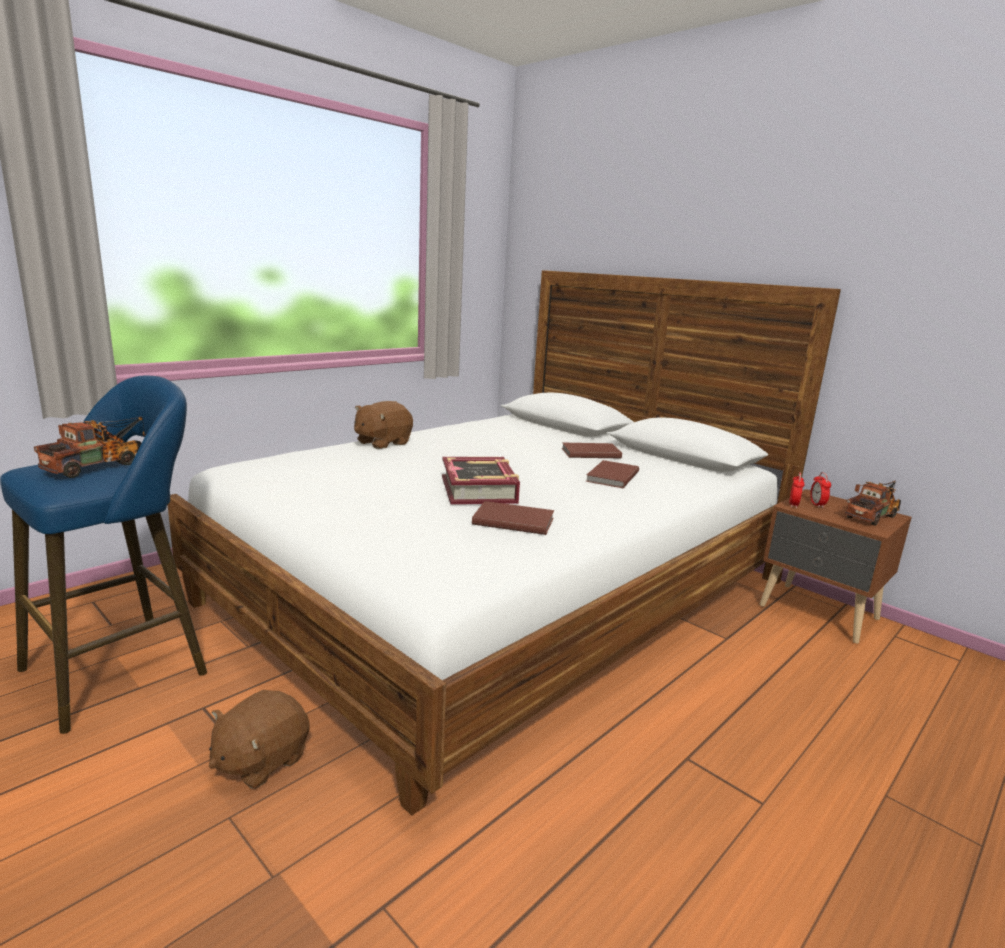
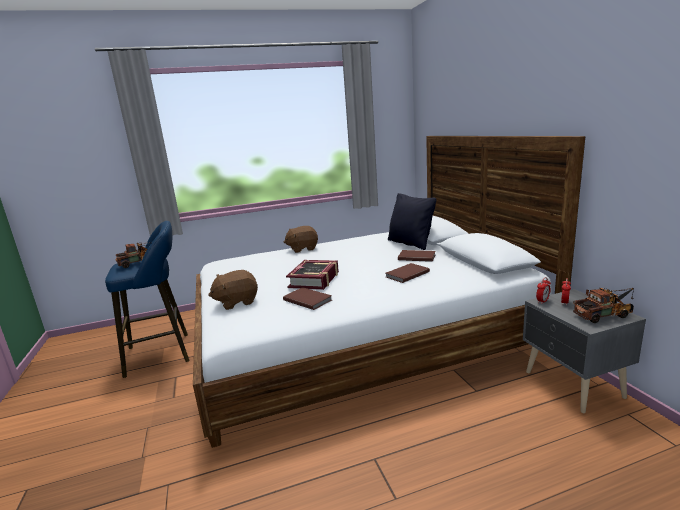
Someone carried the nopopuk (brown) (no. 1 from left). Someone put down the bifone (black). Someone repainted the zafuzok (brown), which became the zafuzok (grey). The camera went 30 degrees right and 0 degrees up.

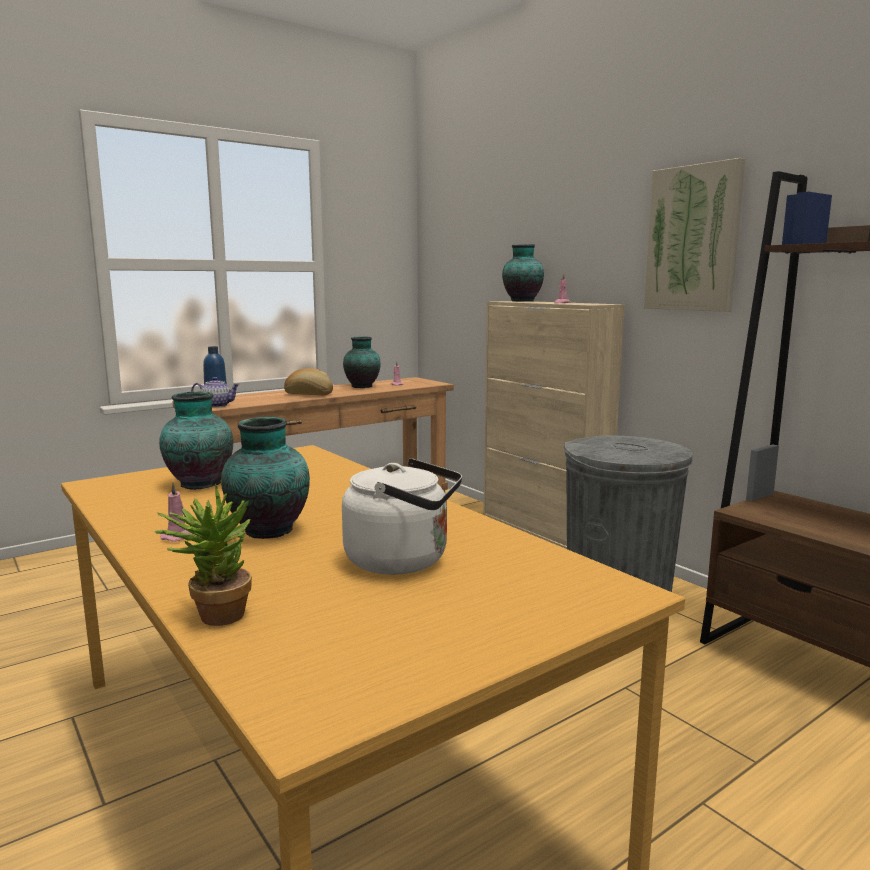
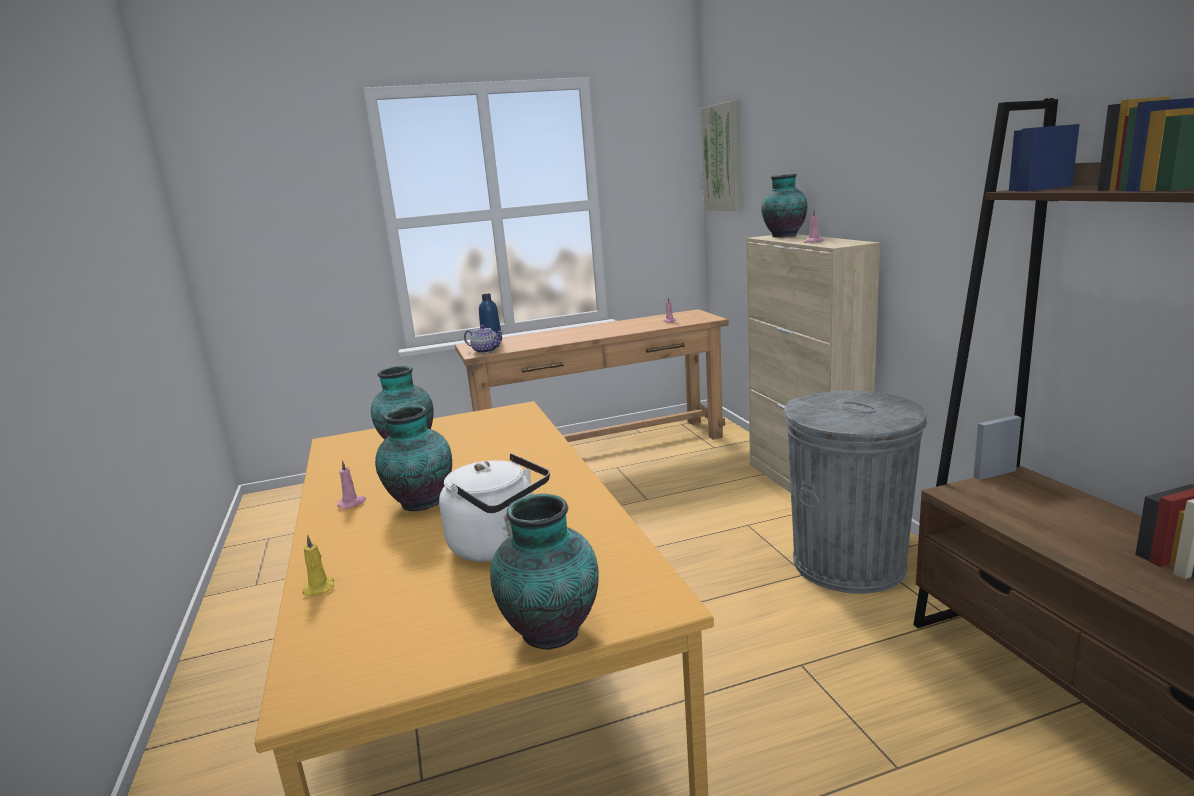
Someone swapped the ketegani for the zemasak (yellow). Someone carried the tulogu (no. 3 from left). Someone carried the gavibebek. Someone took away the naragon. The camera went 20 degrees right and 5 degrees up.

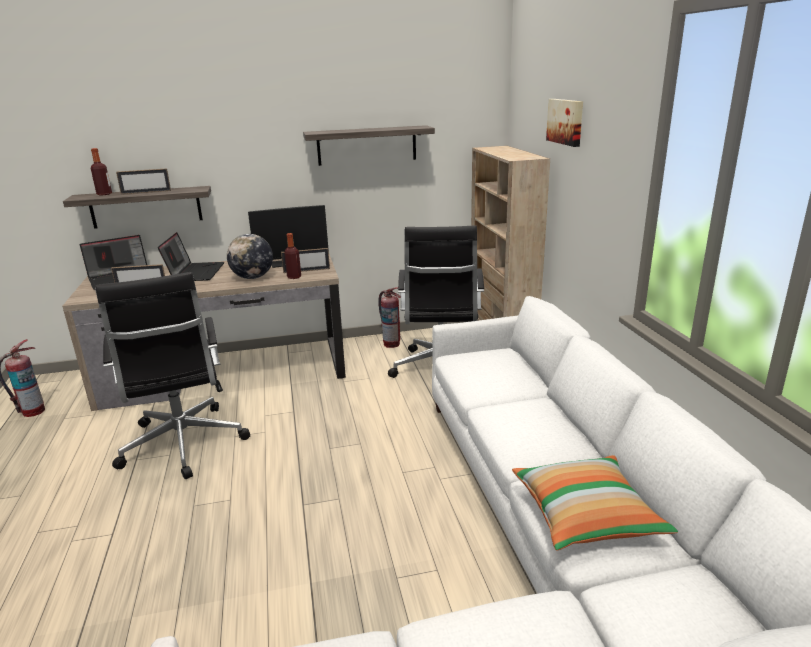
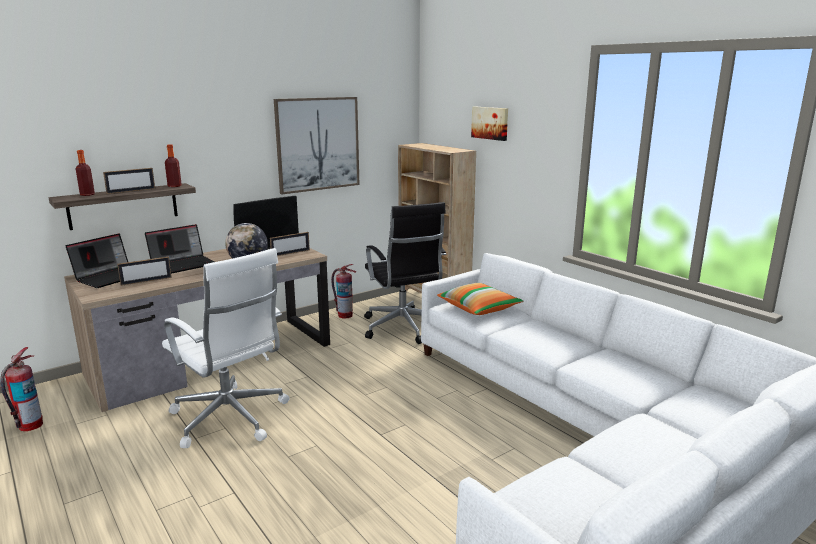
Someone rotated the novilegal (no. 2 from left) by 75 degrees clockwise. Someone repainted the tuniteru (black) (no. 1 from left), which became the tuniteru (white). Someone carried the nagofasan (no. 2 from left). Someone swapped the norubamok (no. 2 from left) for the gavibebek (no. 1 from left). Someone carried the bifone. The camera went 25 degrees left and 5 degrees down.

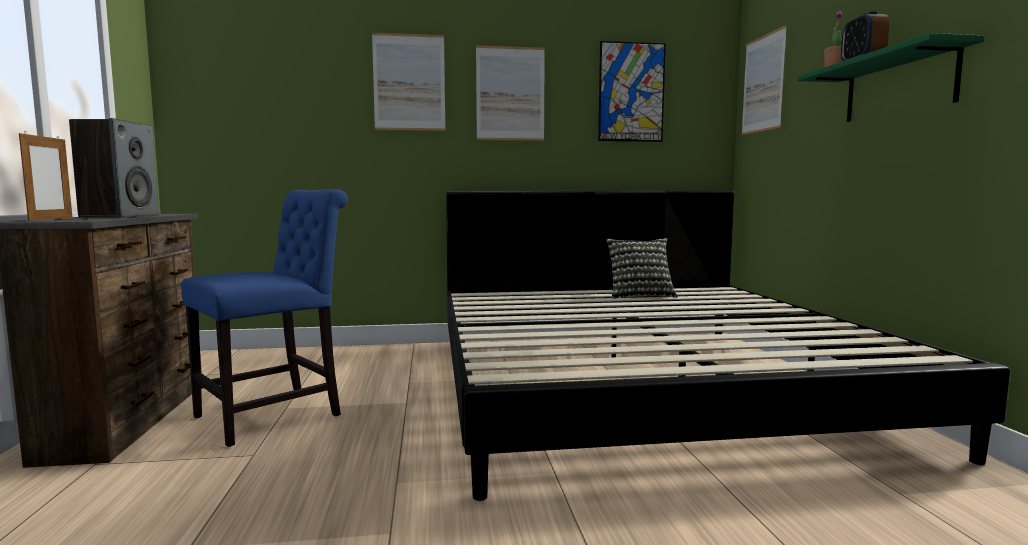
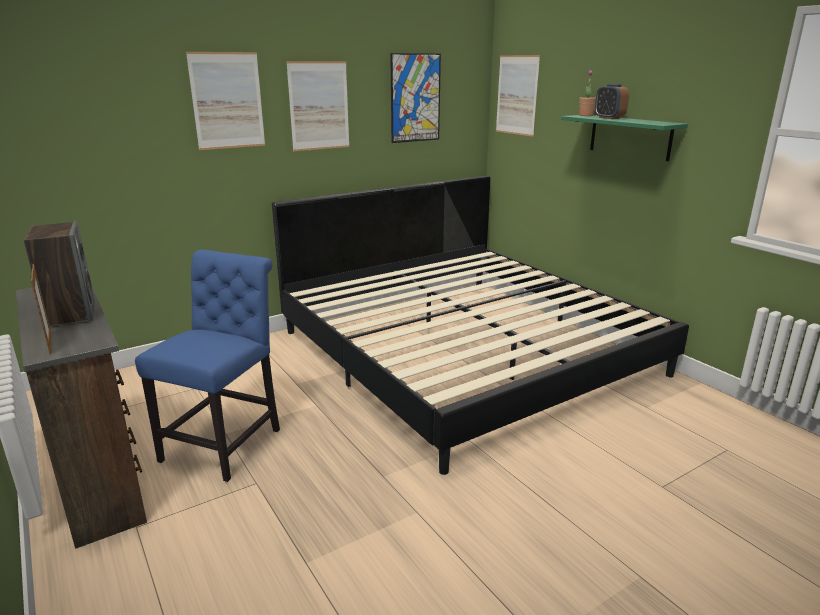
Someone took away the bifone. The camera went 25 degrees left and 15 degrees up.

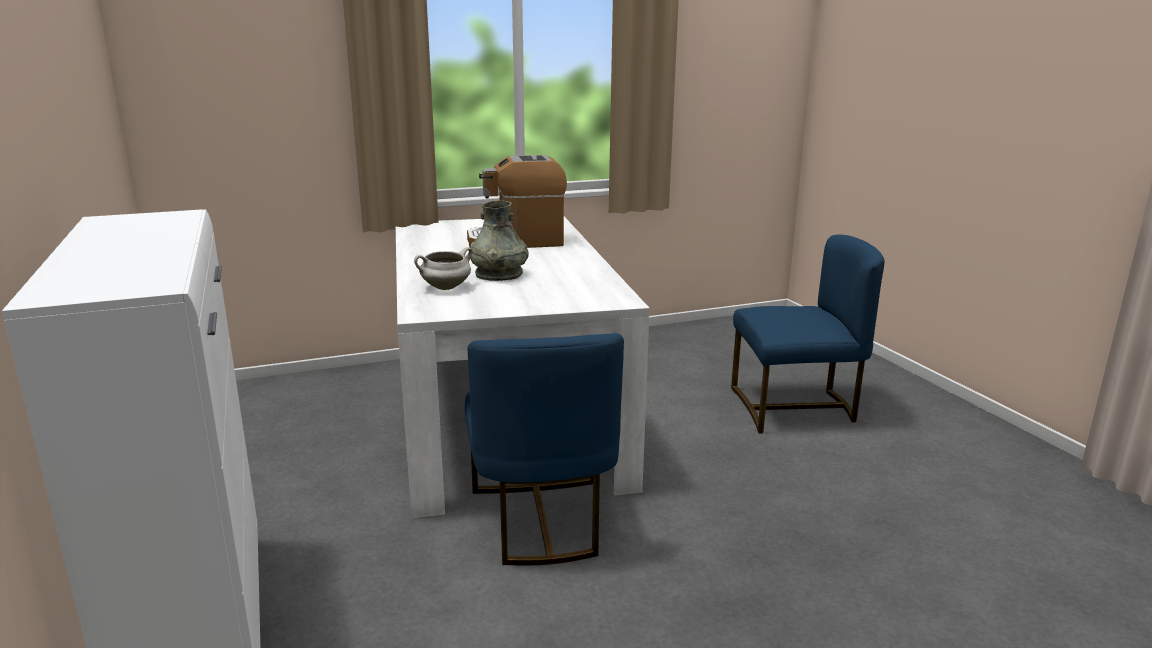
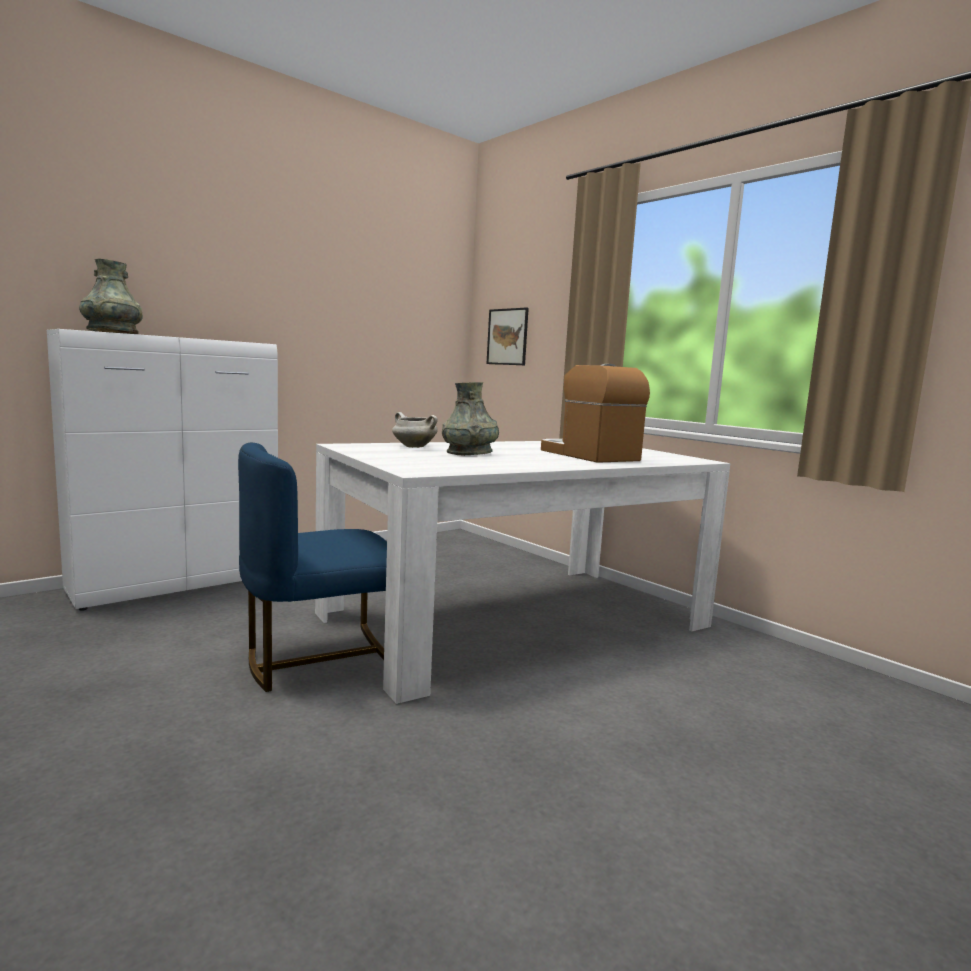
Someone put down the tulogu (grey) (no. 1 from left). Someone put up the gavibebek. Someone took away the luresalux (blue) (no. 2 from left). The camera went 70 degrees right and 10 degrees down.

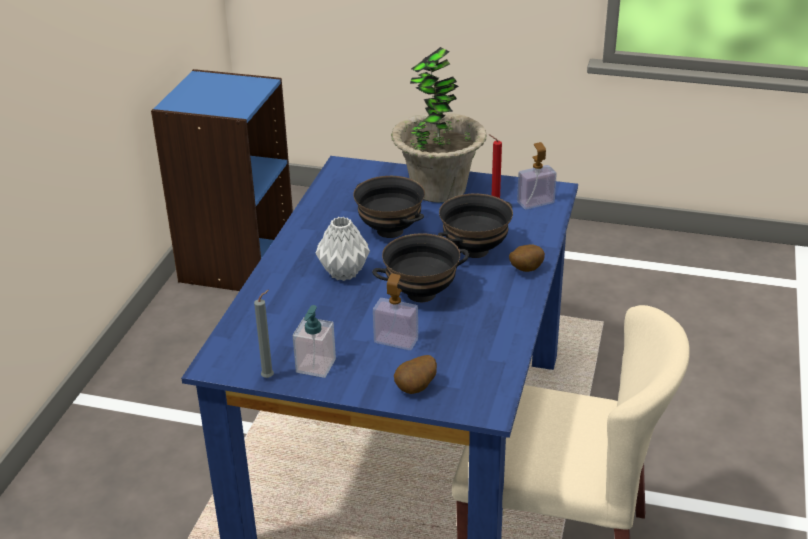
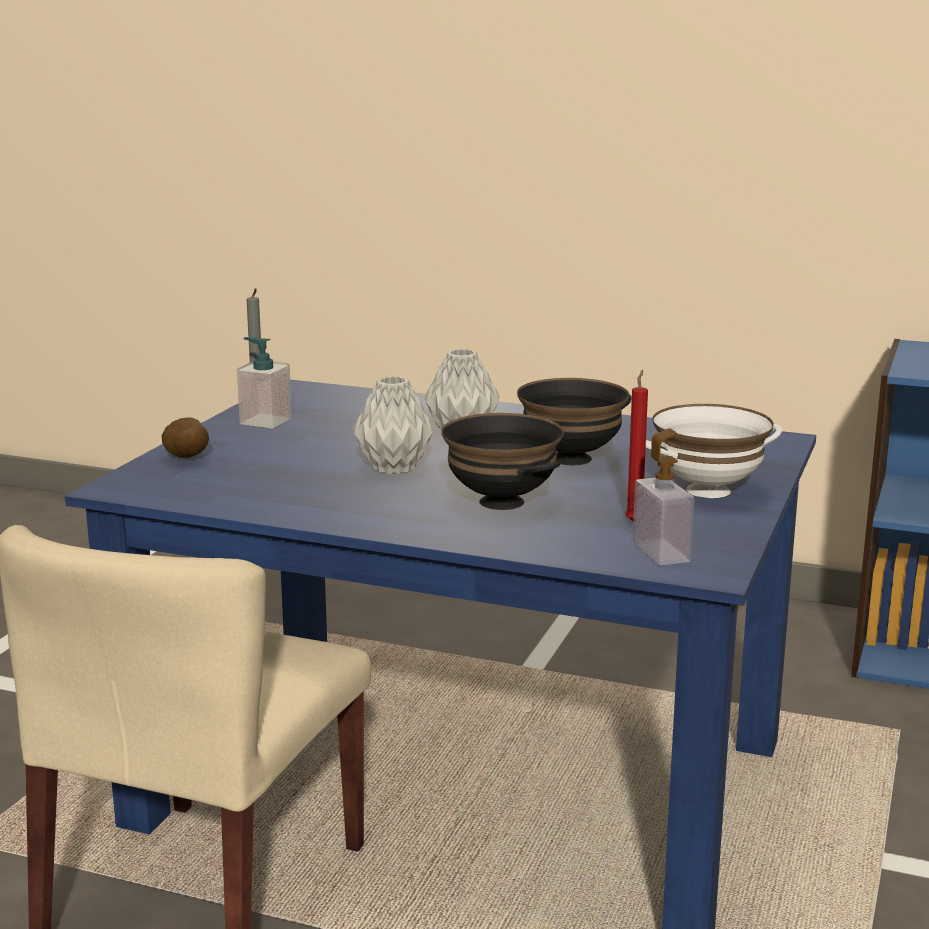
Someone swapped the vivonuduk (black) (no. 2 from left) for the tulogu (grey) (no. 1 from left). Someone swapped the ketegani for the vivonuduk (white). Someone took away the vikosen (no. 2 from left). Someone took away the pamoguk (no. 2 from left). The camera went 95 degrees right and 15 degrees down.

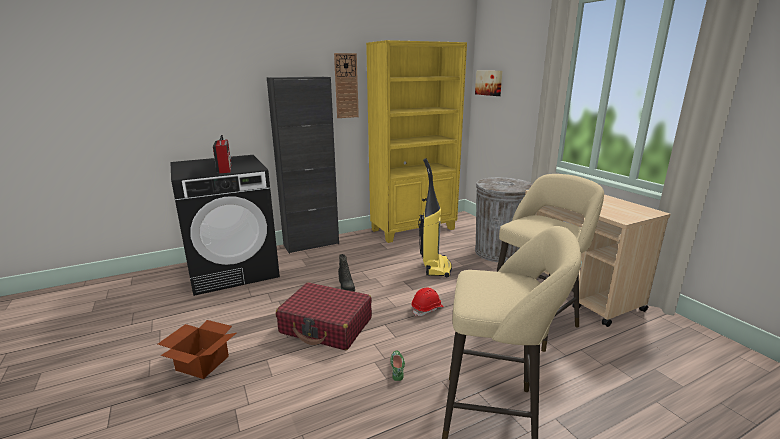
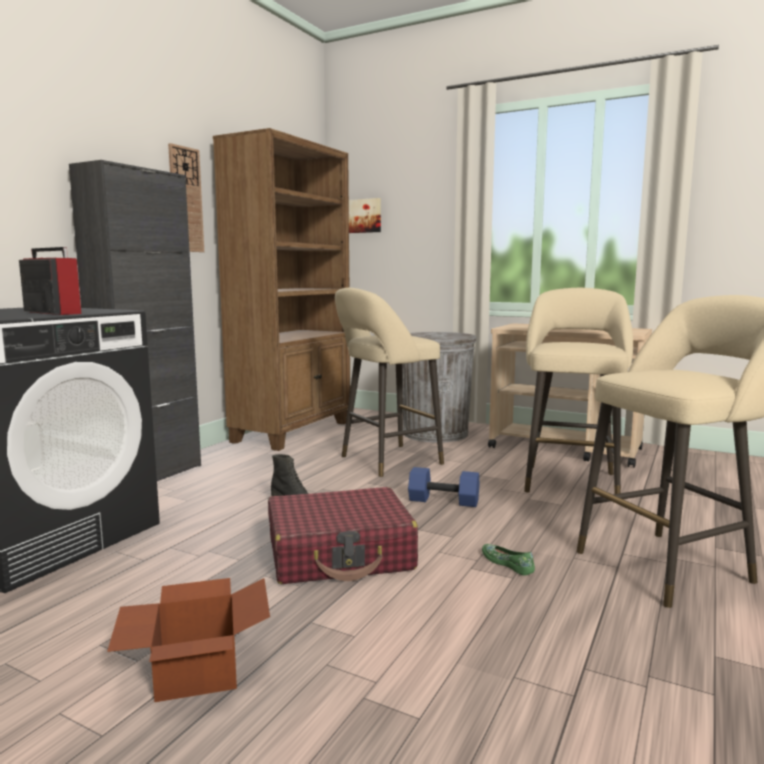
Someone repainted the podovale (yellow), which became the podovale (brown). Someone swapped the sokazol for the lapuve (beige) (no. 1 from left). Someone swapped the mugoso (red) for the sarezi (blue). The camera went 35 degrees left and 10 degrees down.

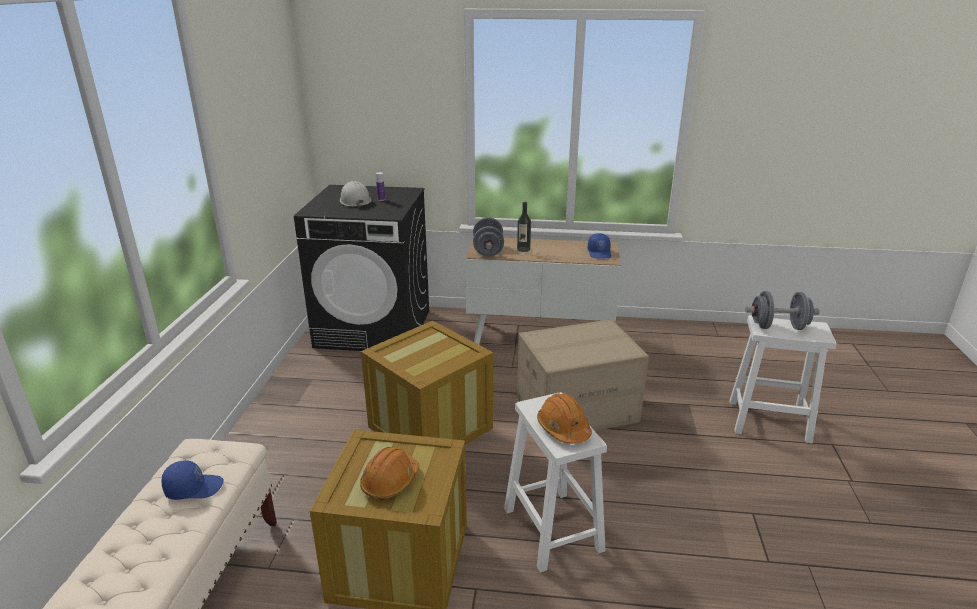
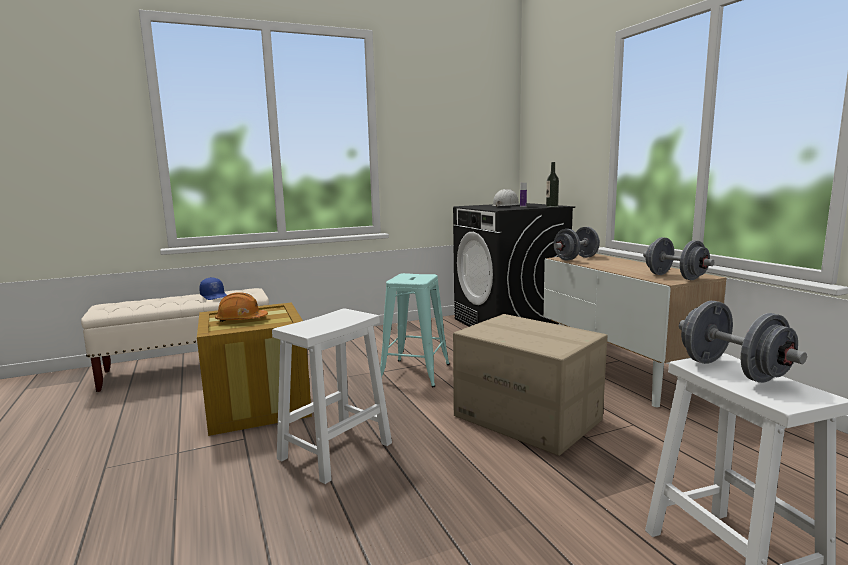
Someone swapped the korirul (no. 2 from left) for the lapuve (turquoise). Someone carried the nagofasan (no. 2 from left). Someone swapped the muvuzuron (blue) (no. 2 from left) for the sarezi (grey) (no. 2 from left). Someone took away the mugoso (orange) (no. 2 from left). The camera went 60 degrees right and 15 degrees down.

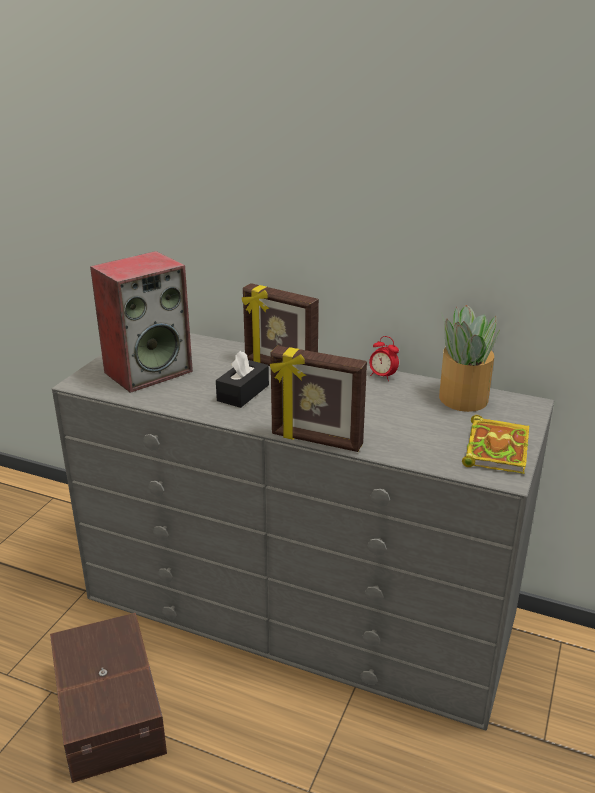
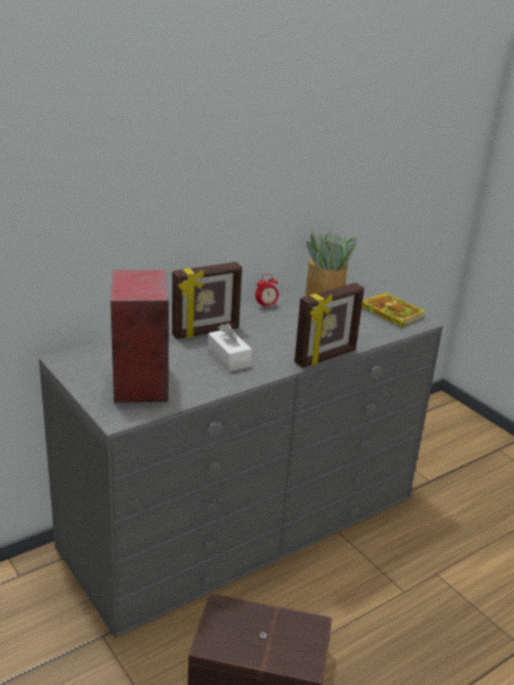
Someone repainted the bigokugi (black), which became the bigokugi (white). The camera went 60 degrees left and 0 degrees up.

